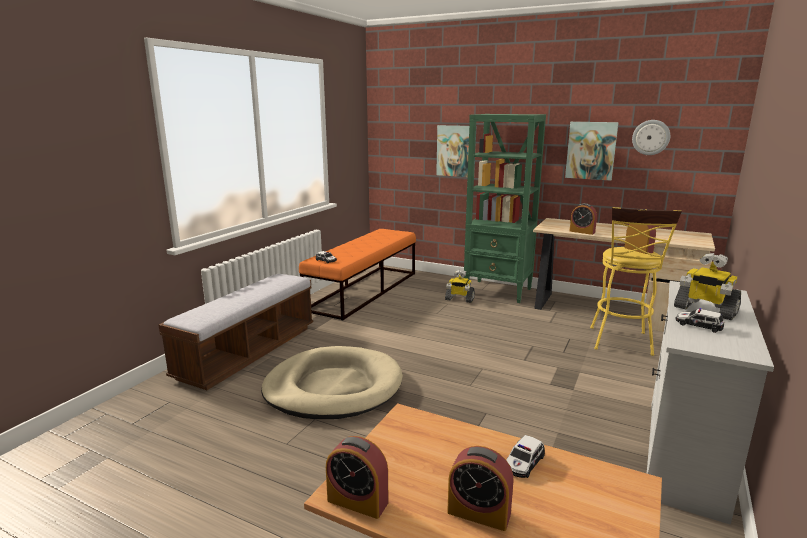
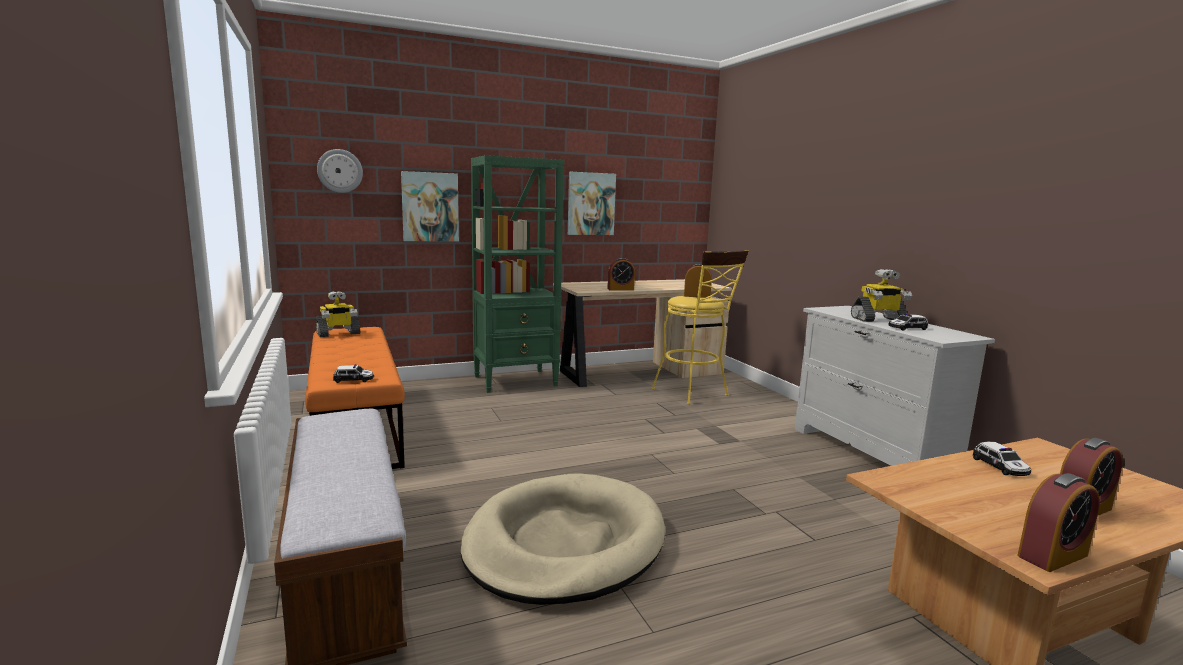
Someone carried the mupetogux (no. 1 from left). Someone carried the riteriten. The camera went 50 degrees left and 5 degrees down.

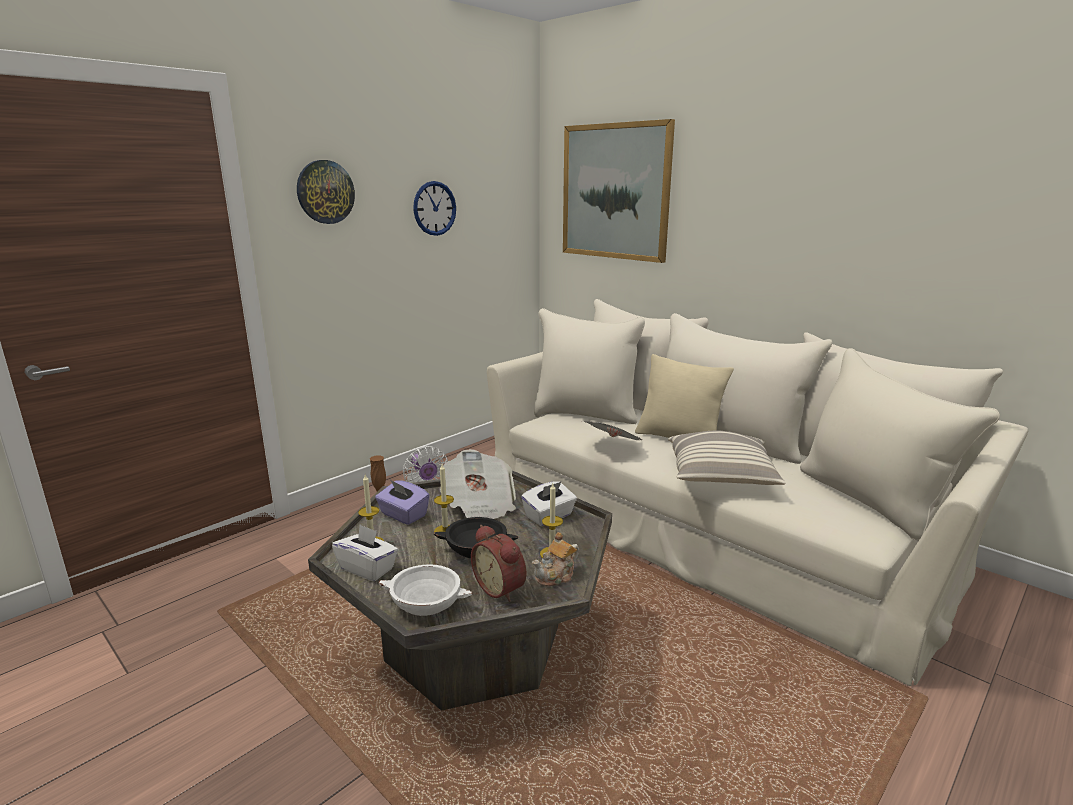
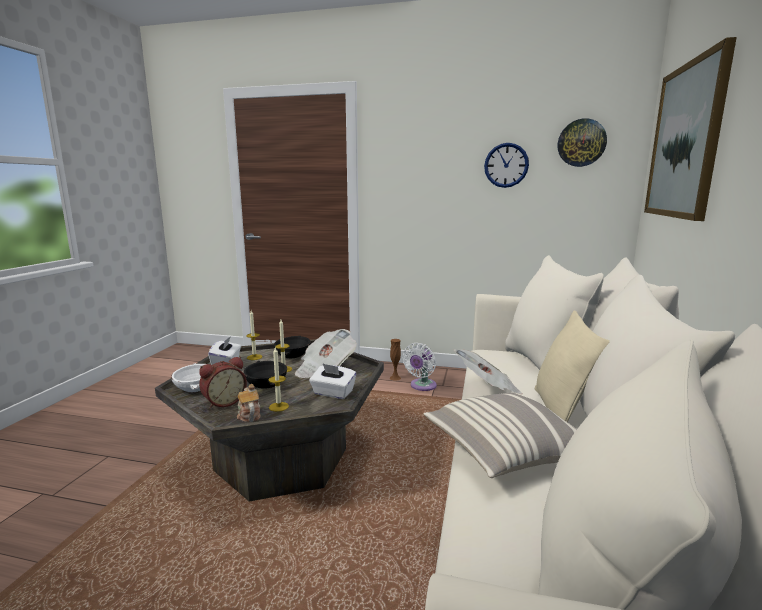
Someone rotated the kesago by 150 degrees counterclockwise. Someone rotated the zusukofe by 45 degrees clockwise. Someone swapped the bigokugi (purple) for the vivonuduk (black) (no. 2 from left). Someone carried the riteriten (no. 1 from left in the first image). The camera went 60 degrees right and 5 degrees down.

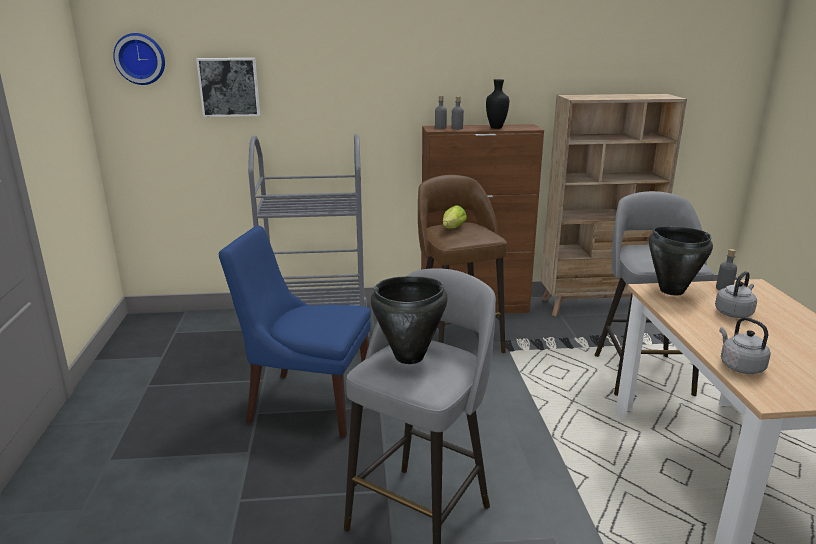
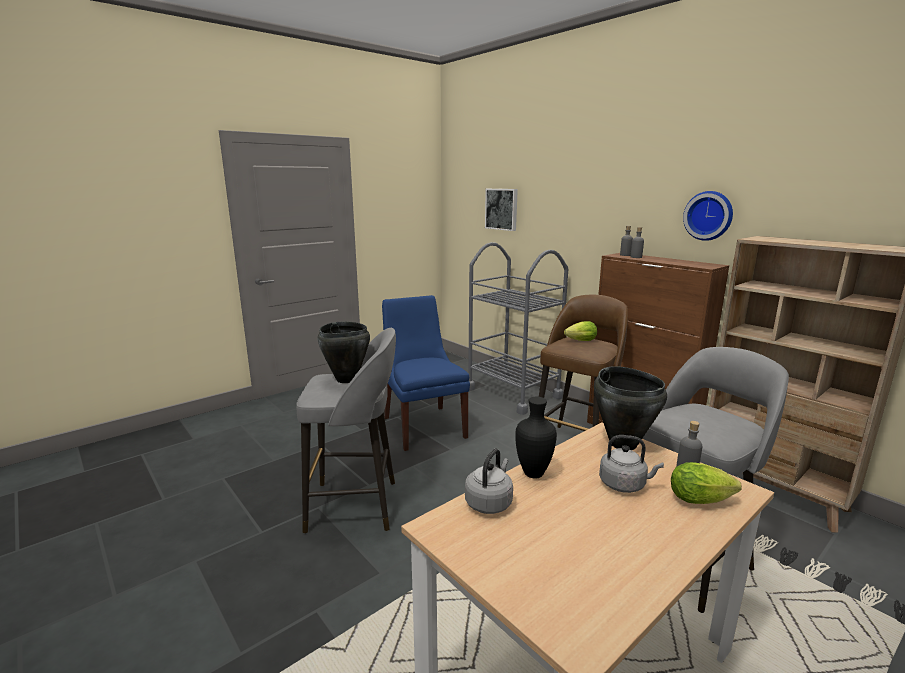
Someone carried the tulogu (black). Someone put down the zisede (no. 2 from left). Someone carried the riteriten. The camera went 55 degrees right and 5 degrees down.

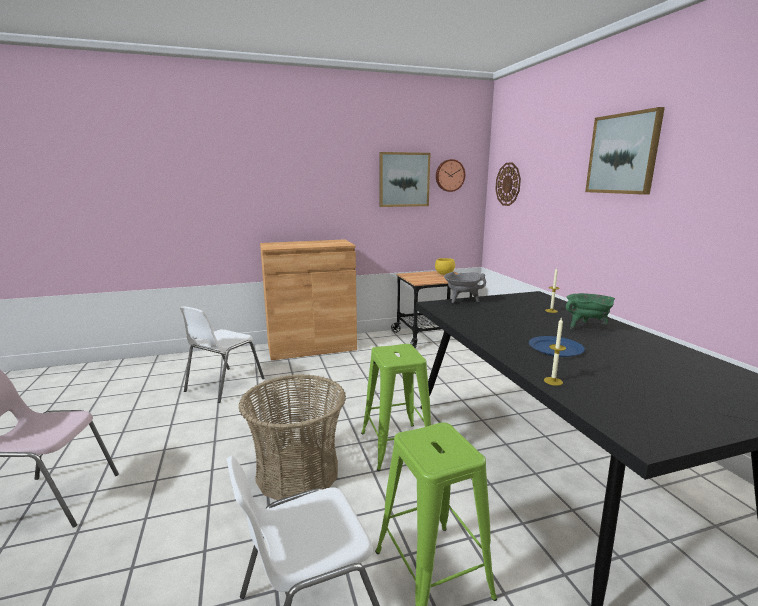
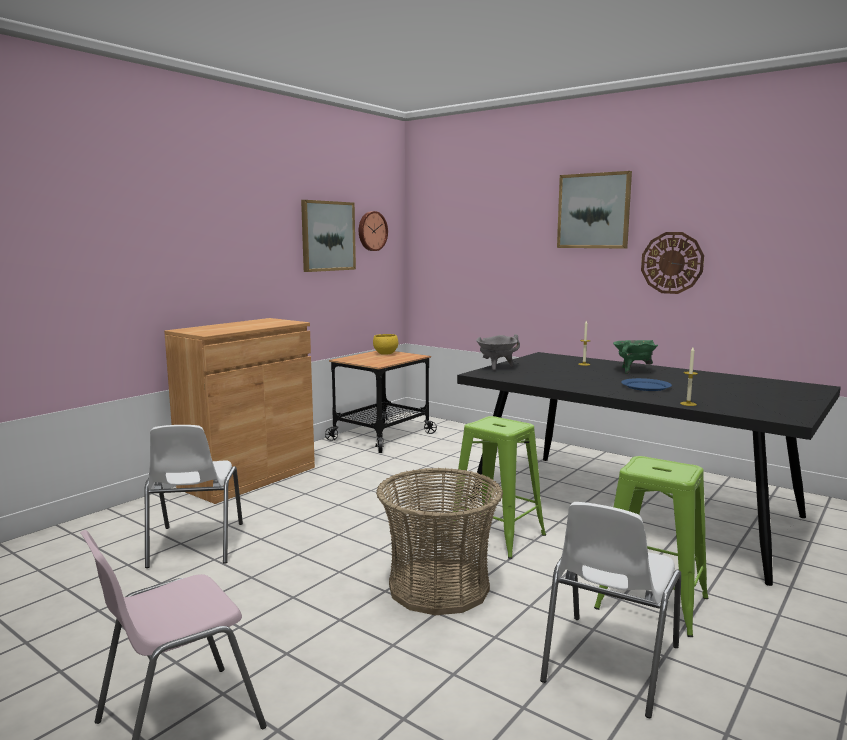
Someone carried the riteriten (no. 2 from left). The camera went 35 degrees left and 5 degrees down.

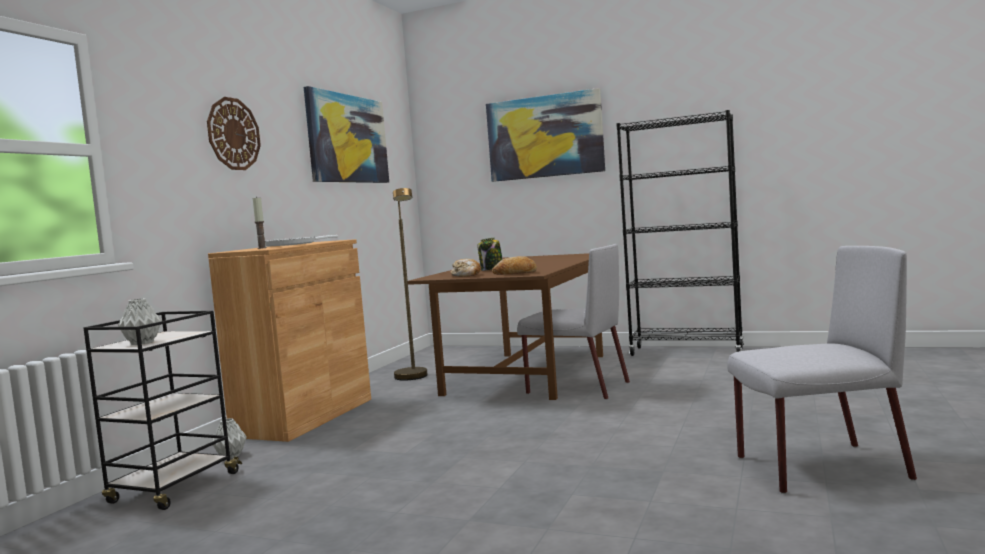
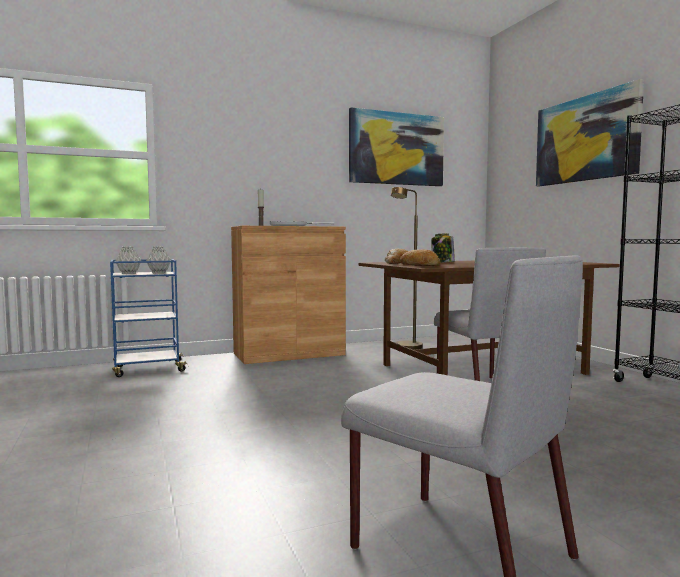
Someone repainted the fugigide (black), which became the fugigide (blue). Someone carried the tulogu (grey) (no. 2 from left). Someone took away the riteriten. The camera went 45 degrees right and 0 degrees up.

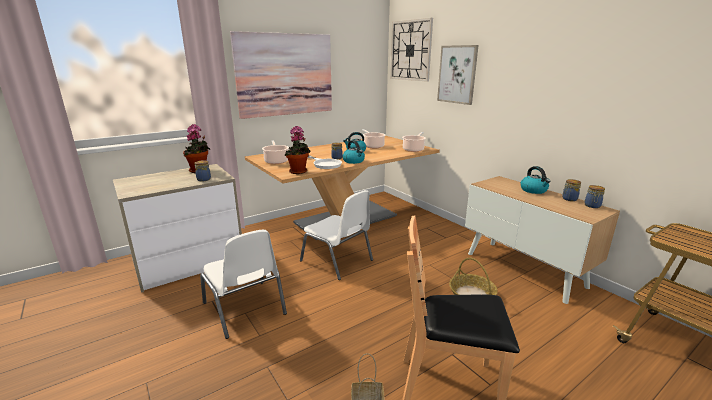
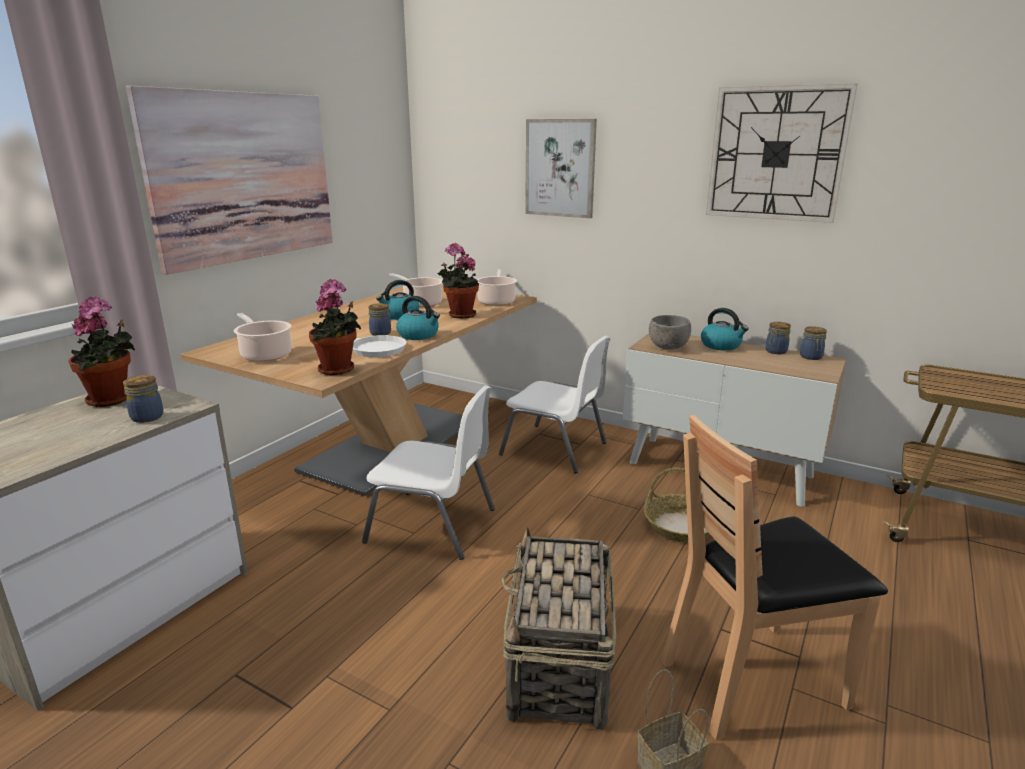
Someone put down the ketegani (no. 3 from left). Someone carried the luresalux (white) (no. 1 from left in the first image). Someone put down the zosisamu (no. 1 from left). Someone put down the vivonuduk (grey). Someone carried the riteriten. The camera went 25 degrees left and 0 degrees up.

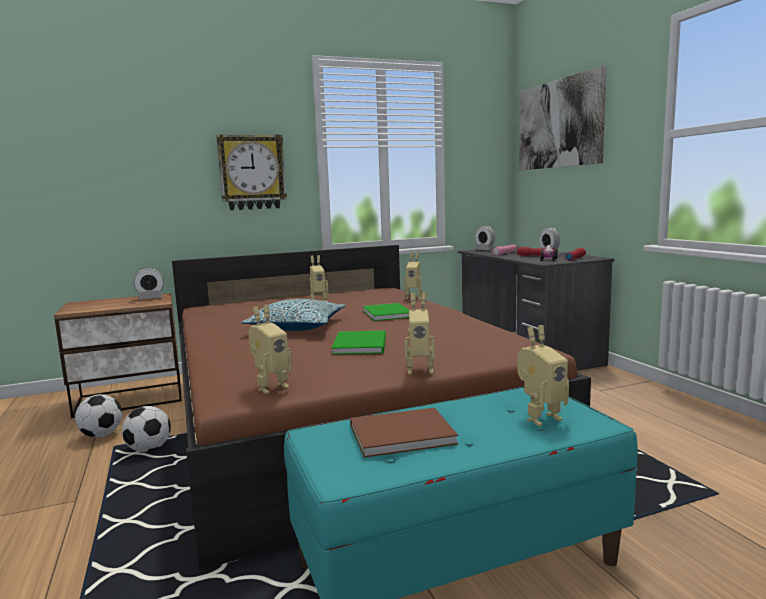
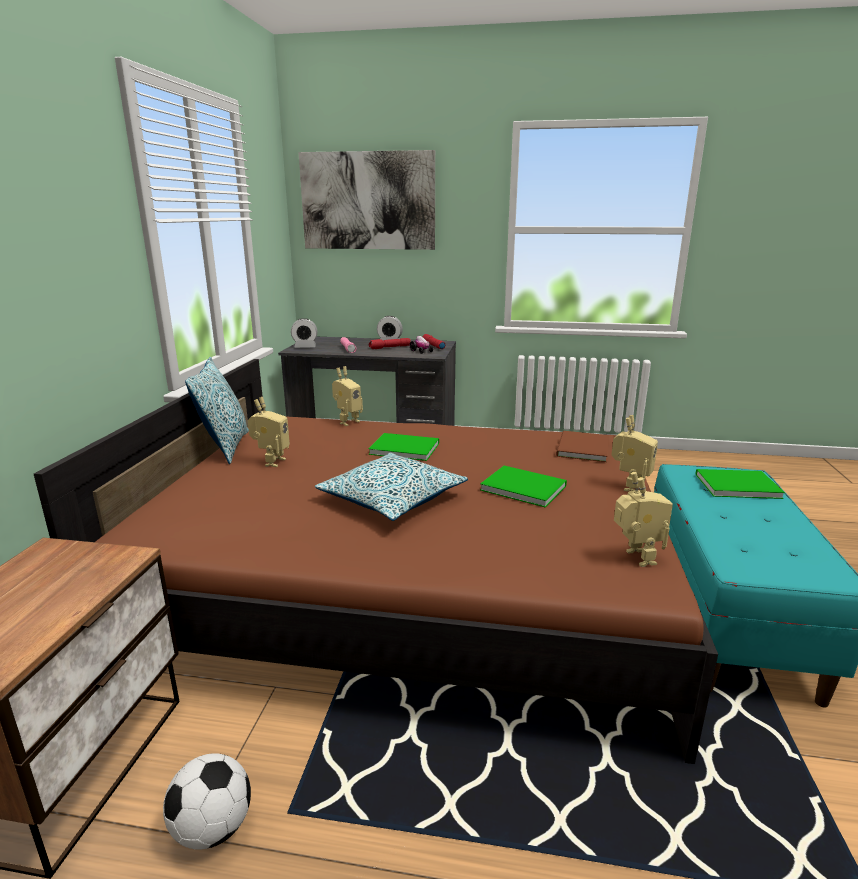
Someone put down the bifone (no. 1 from left). Someone carried the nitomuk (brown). Someone swapped the mupetogux (no. 5 from left) for the nitomuk (green) (no. 3 from left). Someone took away the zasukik (no. 2 from left). Someone took away the kesago (no. 1 from left). Someone took away the riteriten. The camera went 60 degrees left and 10 degrees up.

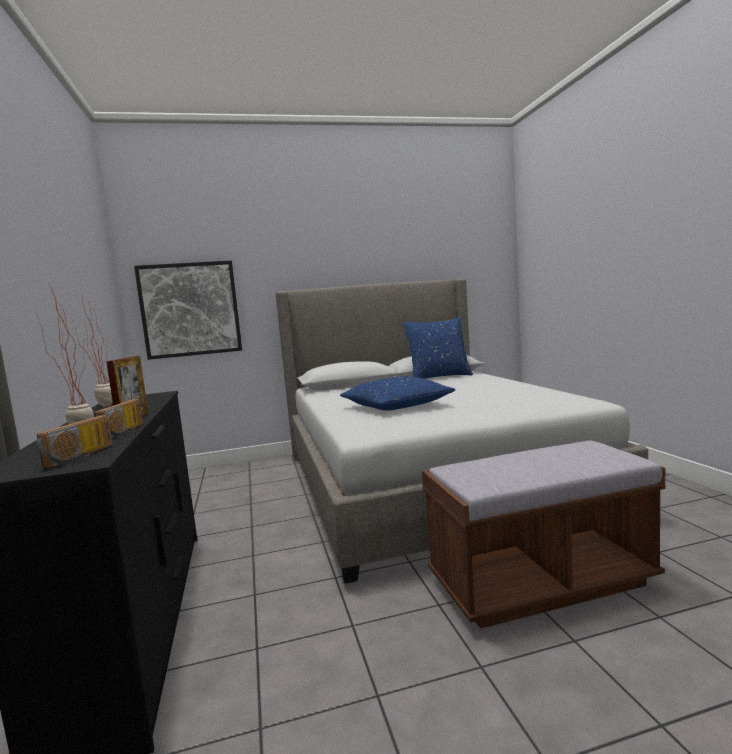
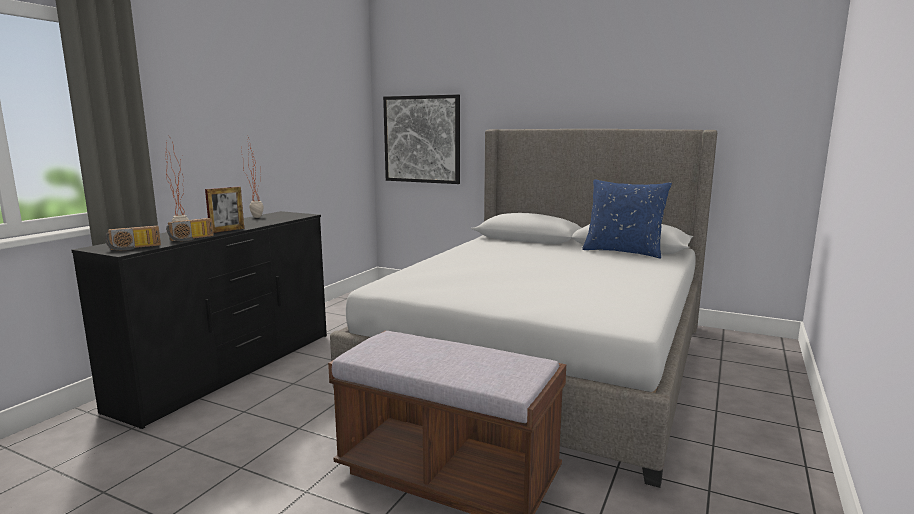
Someone took away the bifone (blue) (no. 1 from left). The camera went 40 degrees right and 5 degrees up.

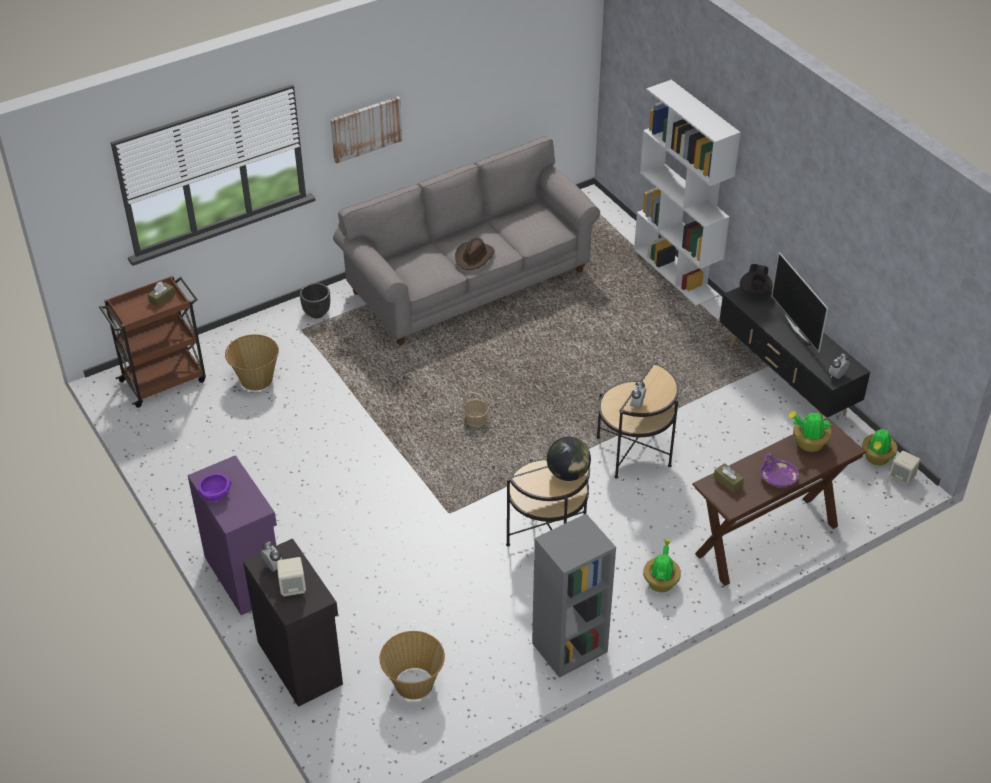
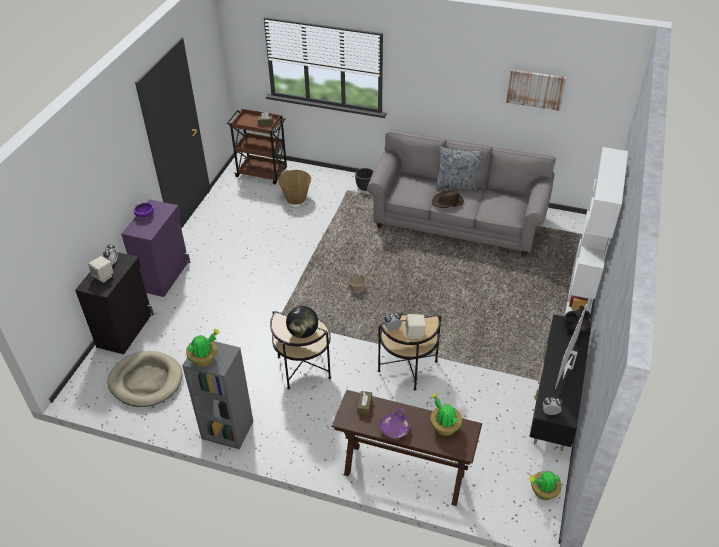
Someone swapped the zosisamu (no. 2 from left) for the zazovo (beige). Someone carried the ketegani (no. 1 from left). Someone carried the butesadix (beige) (no. 2 from left). Someone put down the bifone. Someone carried the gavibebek. The camera went 50 degrees right and 0 degrees up.

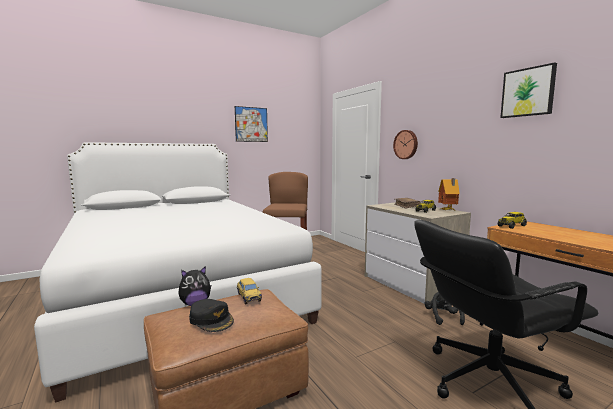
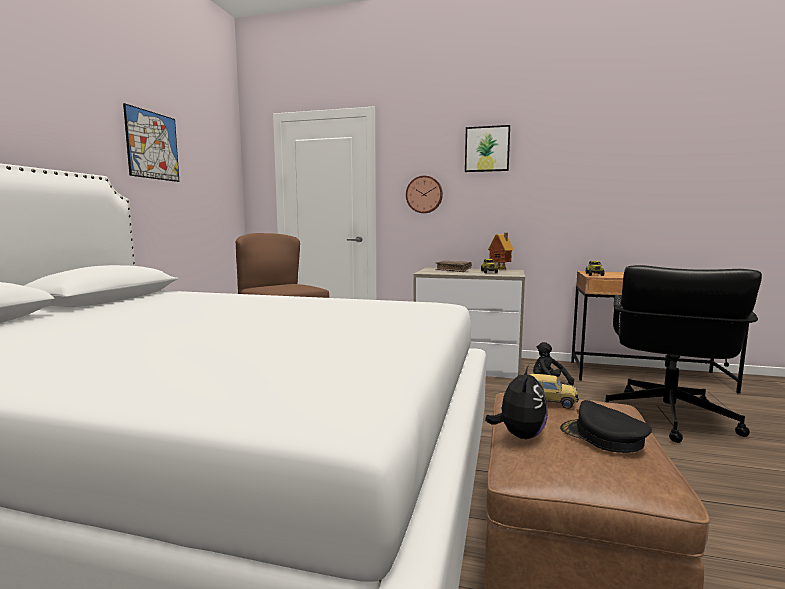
Someone carried the gavibebek (no. 2 from left). Someone rotated the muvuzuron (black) by 135 degrees counterclockwise. The camera went 45 degrees left and 0 degrees up.

